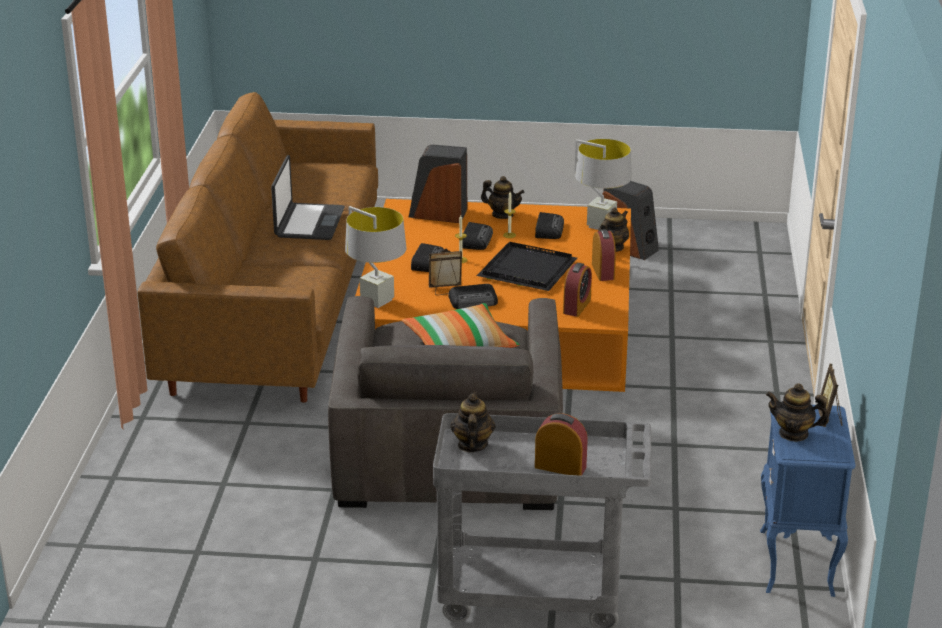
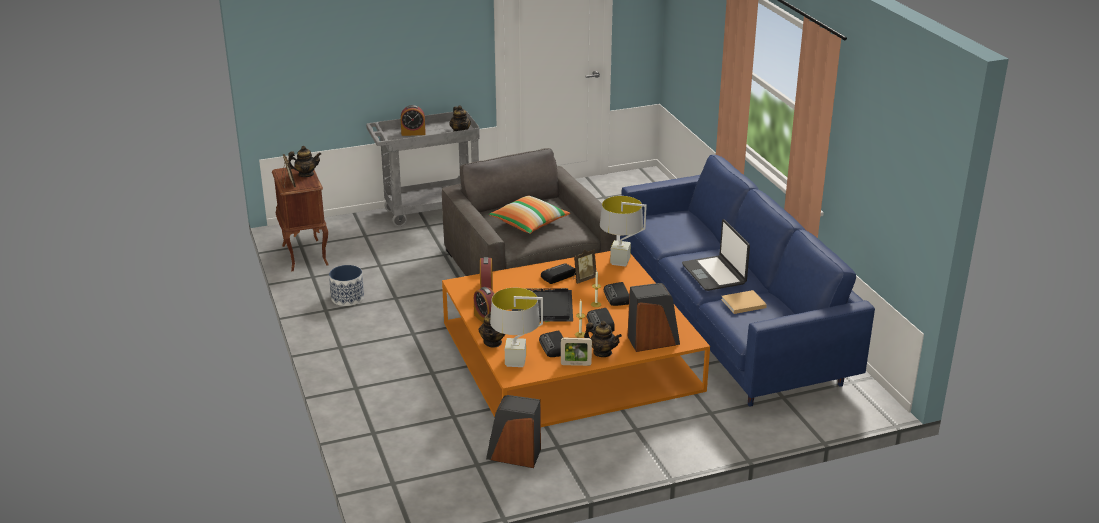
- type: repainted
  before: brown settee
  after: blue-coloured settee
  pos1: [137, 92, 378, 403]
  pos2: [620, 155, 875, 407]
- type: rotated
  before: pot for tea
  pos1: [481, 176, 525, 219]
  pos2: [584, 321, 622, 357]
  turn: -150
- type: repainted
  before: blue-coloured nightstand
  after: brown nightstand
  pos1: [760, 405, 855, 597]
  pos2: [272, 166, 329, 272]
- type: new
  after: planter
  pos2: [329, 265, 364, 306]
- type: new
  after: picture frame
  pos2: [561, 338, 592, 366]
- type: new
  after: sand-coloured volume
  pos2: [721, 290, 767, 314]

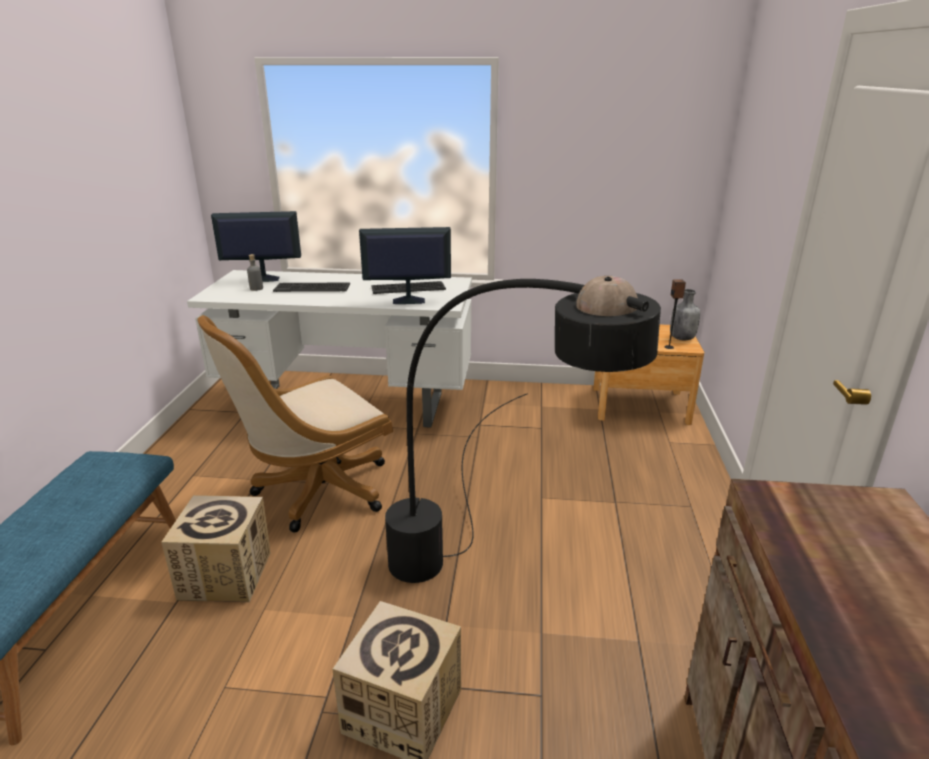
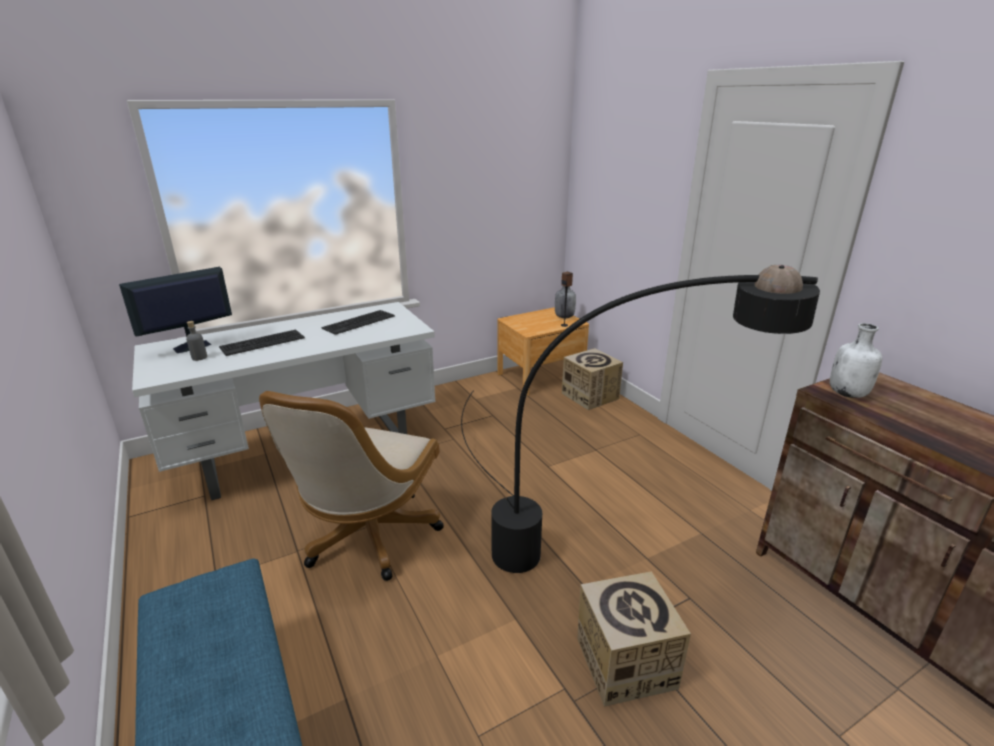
- type: shifted
  before: carton
  pos1: [161, 495, 271, 602]
  pos2: [562, 348, 623, 410]
- type: gone
  before: computer display
  pos1: [359, 227, 451, 304]
- type: new
  after: whitish bottle
  pos2: [830, 323, 882, 398]

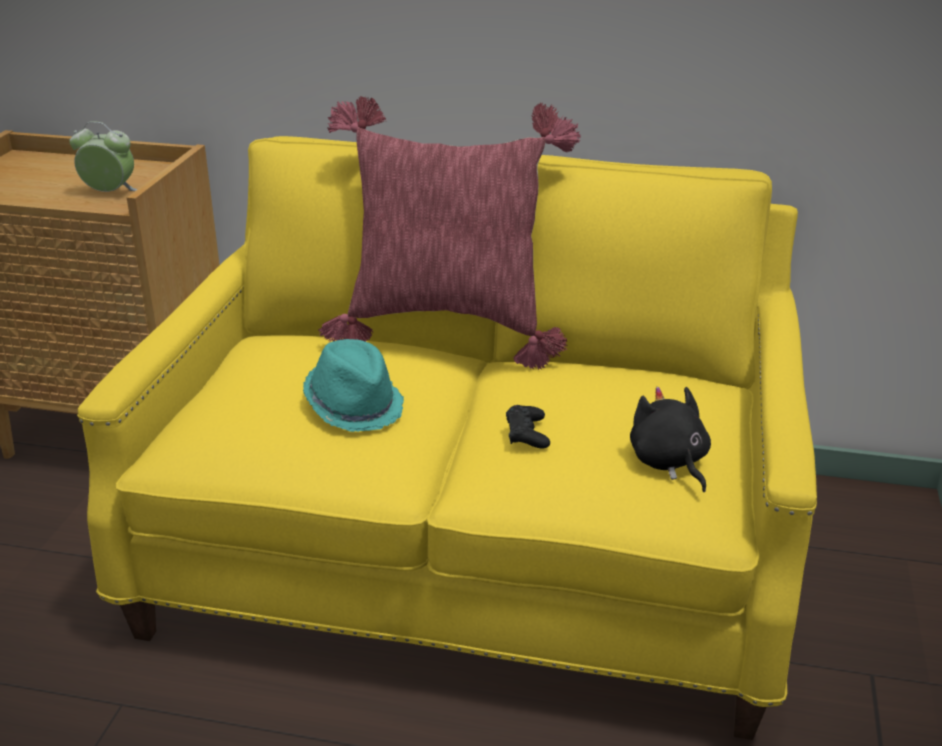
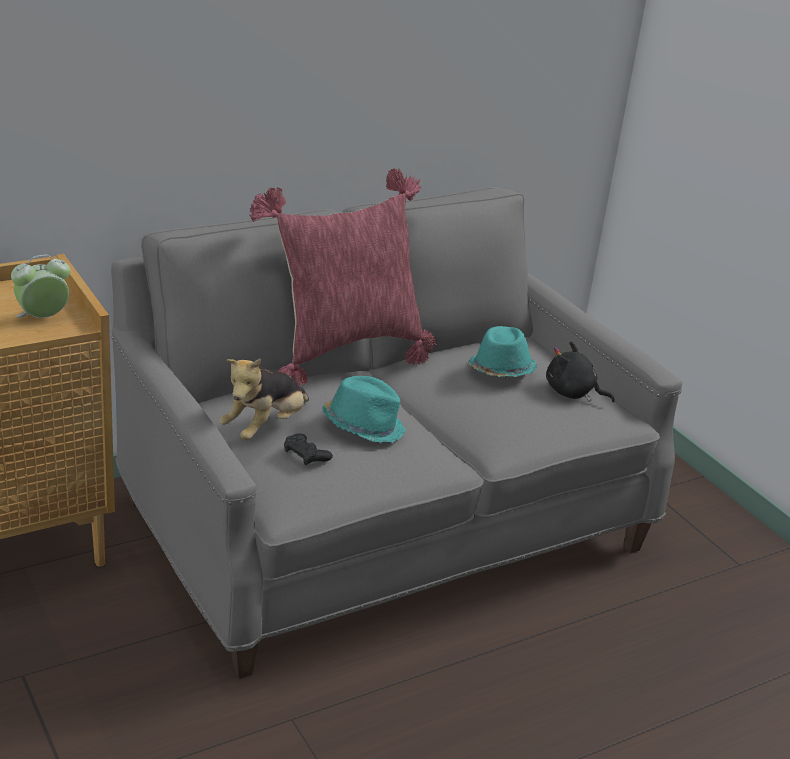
- type: repainted
  before: yellow-coloured settee
  after: grey settee
  pos1: [77, 136, 817, 740]
  pos2: [111, 187, 682, 679]
- type: shifted
  before: black joypad
  pos1: [506, 405, 550, 449]
  pos2: [284, 433, 333, 466]
- type: new
  after: cuddly toy
  pos2: [219, 359, 309, 440]
- type: new
  after: turquoise wearable hat
  pos2: [467, 326, 537, 377]

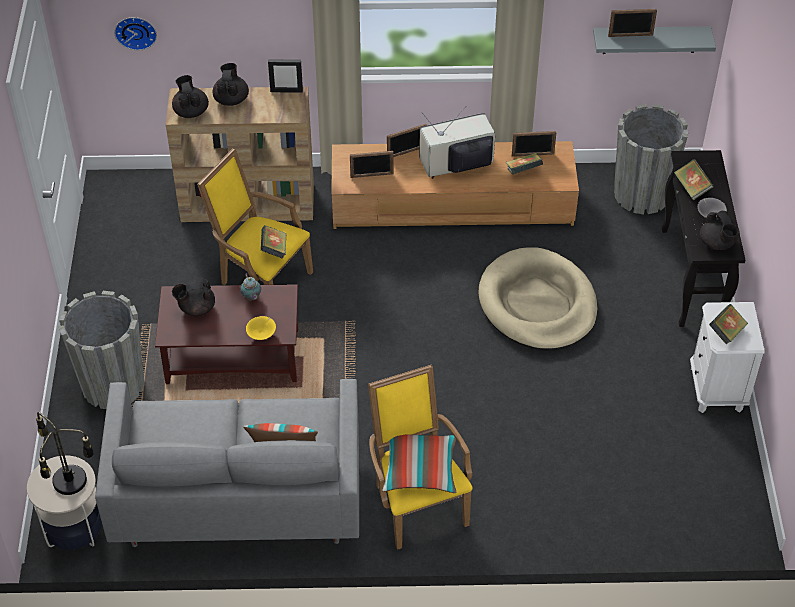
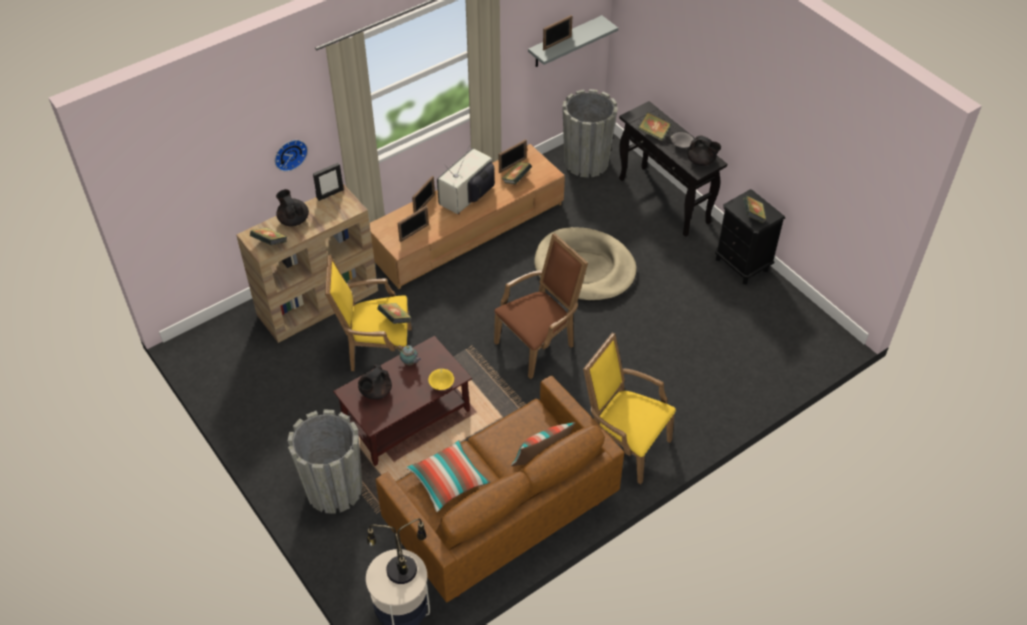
- type: repainted
  before: grey settee
  after: brown settee
  pos1: [95, 379, 359, 547]
  pos2: [376, 375, 624, 602]
- type: shifted
  before: hanging clock
  pos1: [114, 17, 157, 51]
  pos2: [275, 140, 308, 172]
- type: swapped
  before: black pot for tea
  after: volume
  pos1: [172, 75, 209, 118]
  pos2: [250, 227, 287, 245]
- type: shifted
  before: cushion
  pos1: [382, 434, 456, 493]
  pos2: [406, 440, 491, 512]
- type: repainted
  before: whitish nightstand
  after: black nightstand
  pos1: [690, 302, 764, 413]
  pos2: [715, 189, 785, 285]
- type: new
  after: brown lounge chair
  pos2: [494, 233, 588, 379]

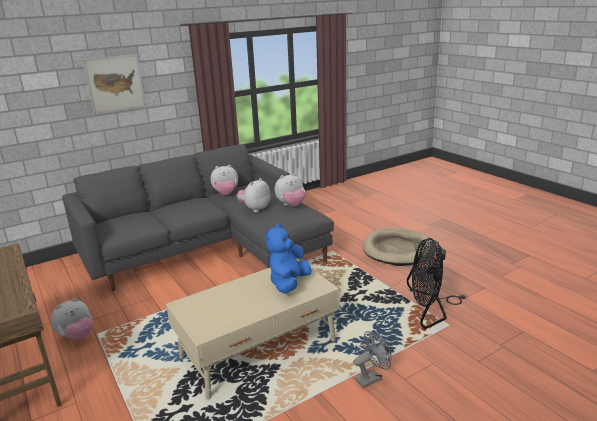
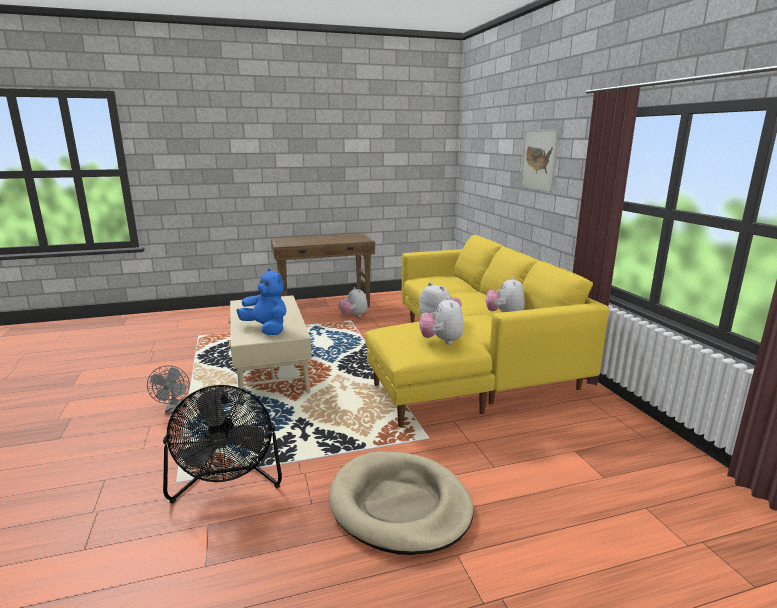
- type: repainted
  before: grey settee
  after: yellow-coloured settee
  pos1: [62, 144, 334, 291]
  pos2: [365, 235, 609, 427]
- type: rotated
  before: black cooling fan
  pos1: [407, 238, 467, 330]
  pos2: [163, 385, 282, 503]
  turn: 150

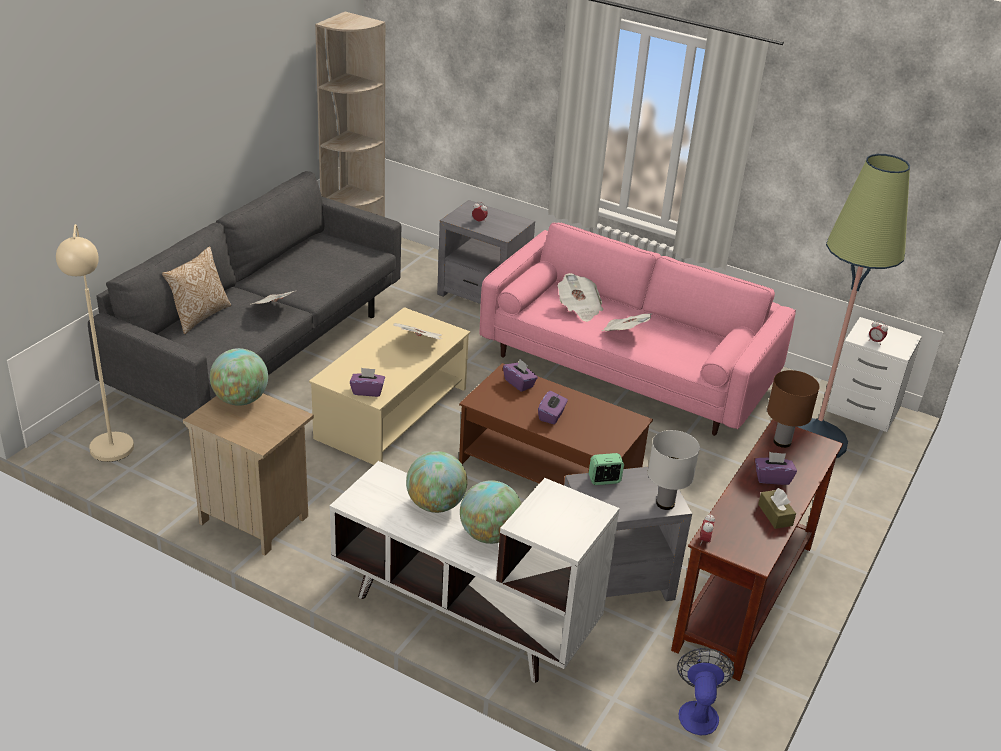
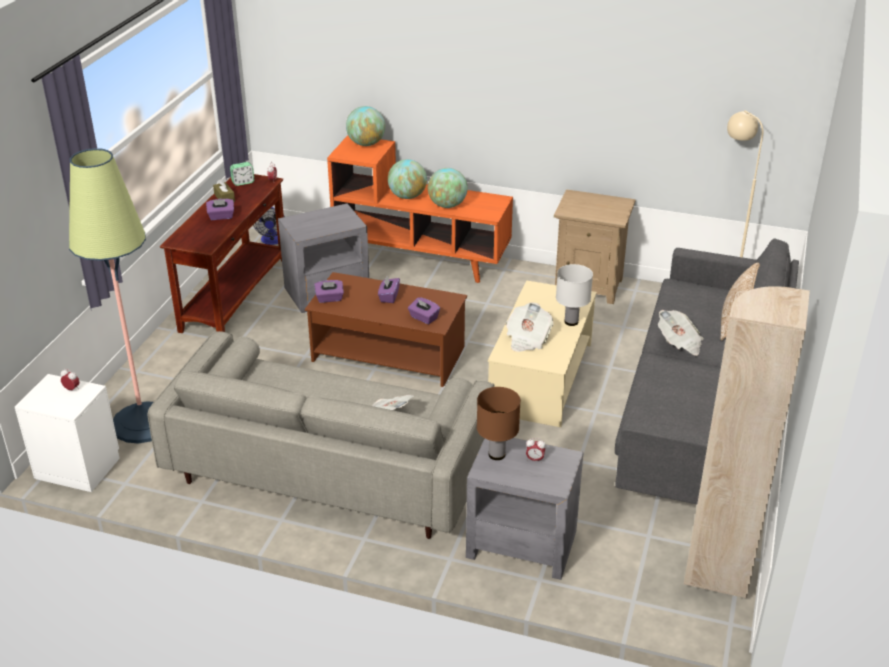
- type: shifted
  before: desk globe
  pos1: [210, 348, 268, 406]
  pos2: [346, 106, 385, 146]
- type: repainted
  before: whitish media console
  after: orange-coloured media console
  pos1: [330, 461, 619, 683]
  pos2: [327, 135, 513, 283]
- type: shifted
  before: purplish tissue holder
  pos1: [350, 368, 385, 397]
  pos2: [314, 280, 344, 303]
- type: repainted
  before: pink settee
  after: grey settee
  pos1: [480, 223, 796, 436]
  pos2: [148, 331, 495, 539]
- type: shifted
  before: table clock
  pos1: [589, 453, 624, 485]
  pos2: [230, 162, 254, 186]
- type: gone
  before: daily paper
  pos1: [601, 313, 652, 331]
- type: shifted
  before: whitish table lamp
  pos1: [648, 430, 700, 510]
  pos2: [556, 264, 593, 326]
- type: shifted
  before: brown table lamp
  pos1: [767, 370, 820, 448]
  pos2: [477, 387, 521, 460]

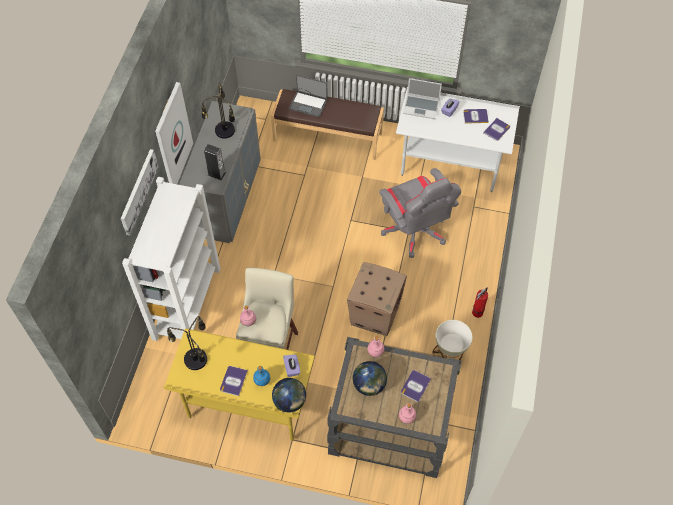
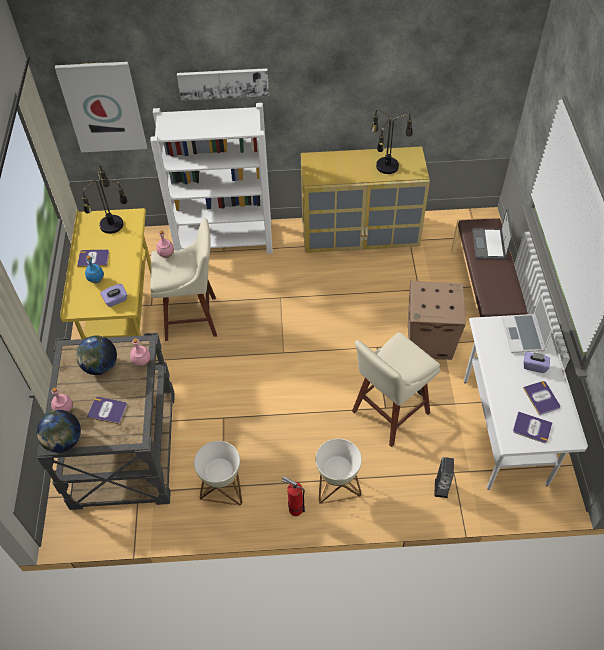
- type: shifted
  before: picture
  pos1: [155, 82, 193, 184]
  pos2: [55, 62, 147, 152]
- type: repainted
  before: grey storage cabinet
  after: yellow-coloured storage cabinet
  pos1: [179, 101, 261, 243]
  pos2: [301, 146, 430, 253]
- type: shifted
  before: speaker
  pos1: [204, 144, 226, 180]
  pos2: [434, 457, 454, 498]
- type: shifted
  before: desk globe
  pos1: [272, 378, 306, 412]
  pos2: [37, 410, 81, 453]
- type: shifted
  before: carton
  pos1: [347, 262, 407, 336]
  pos2: [408, 281, 466, 360]
- type: swapped
  before: grey office chair
  after: sand-coloured sitting stool
  pos1: [379, 168, 461, 258]
  pos2: [352, 332, 440, 447]
- type: new
  after: planter
  pos2: [315, 438, 362, 504]

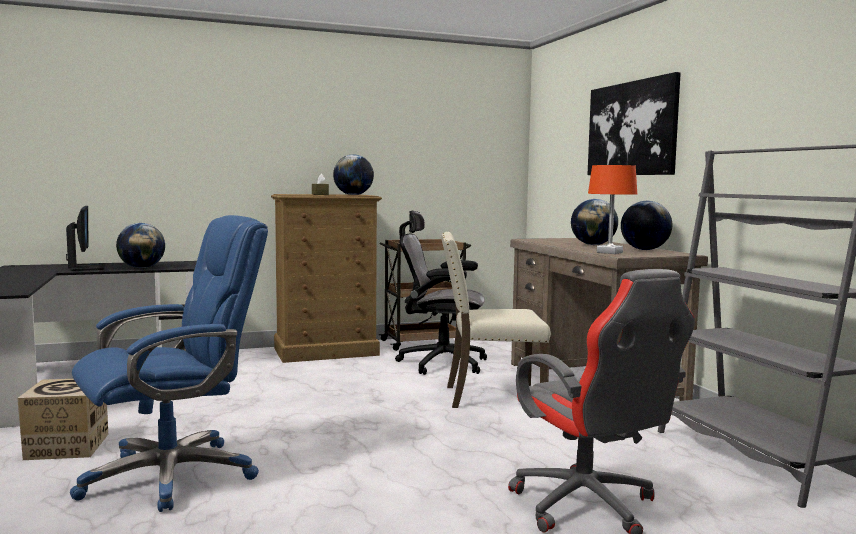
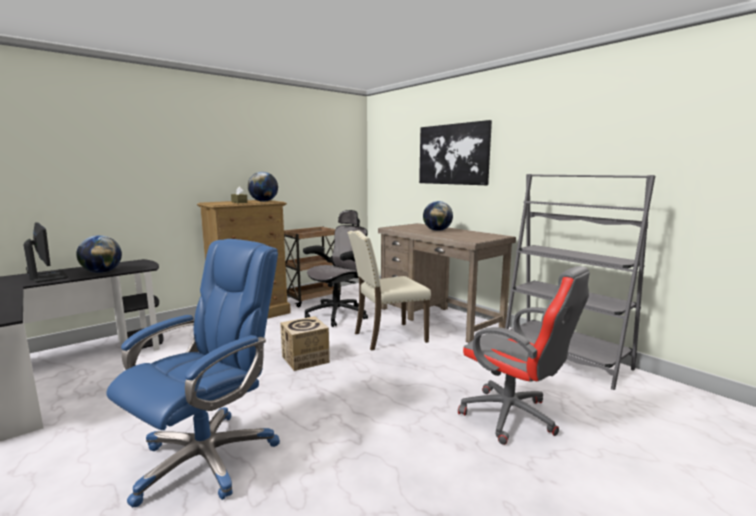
- type: shifted
  before: carton
  pos1: [17, 379, 108, 460]
  pos2: [280, 316, 330, 371]
- type: rotated
  before: office chair
  pos1: [395, 211, 487, 375]
  pos2: [303, 210, 368, 327]
  turn: 135
- type: gone
  before: orange-coloured table lamp
  pos1: [588, 165, 637, 254]
- type: gone
  before: desk globe
  pos1: [621, 201, 672, 250]

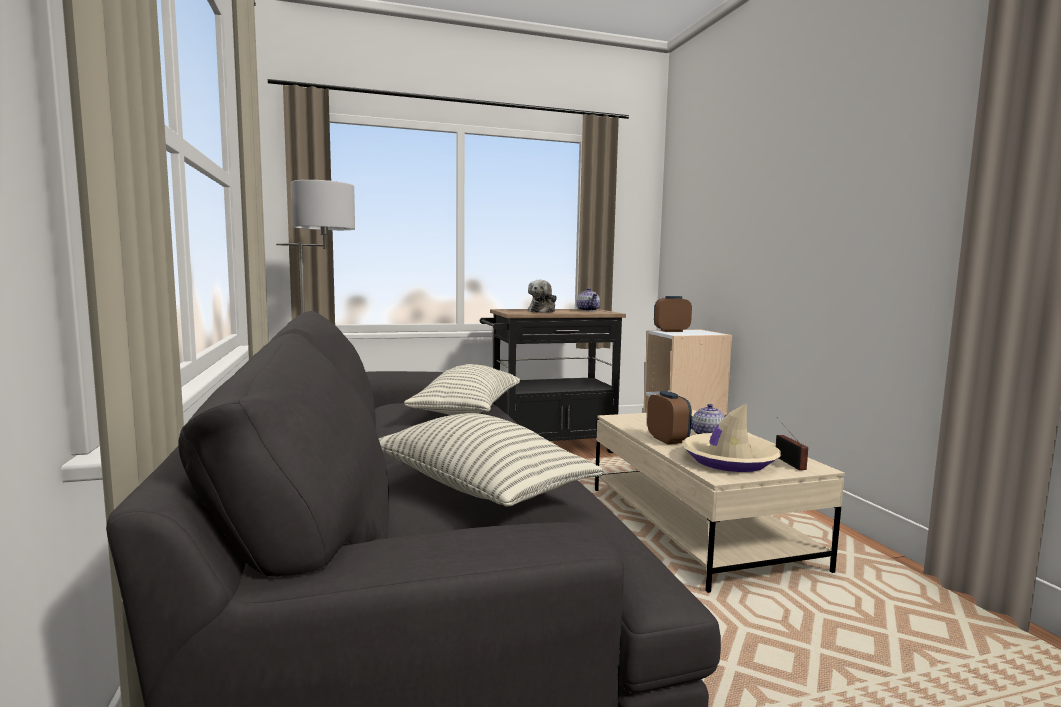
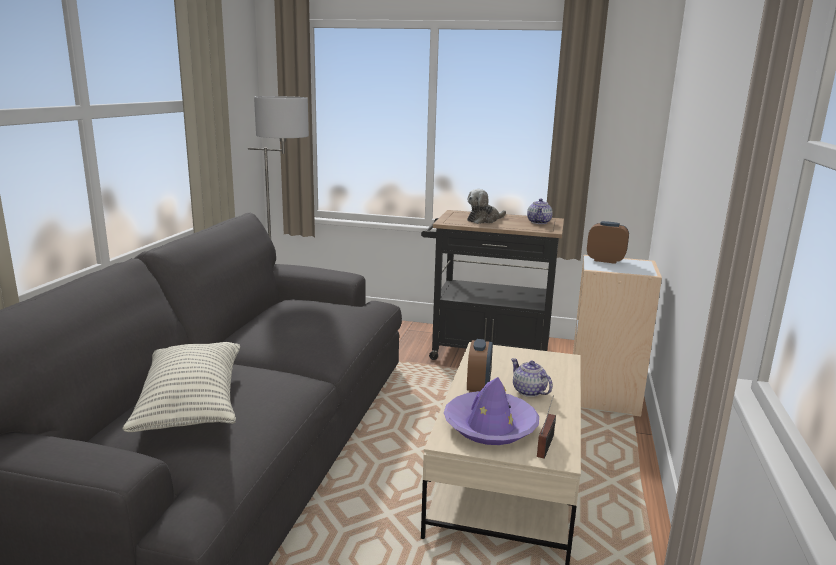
- type: gone
  before: cushion
  pos1: [404, 364, 520, 415]
- type: repainted
  before: sand-coloured wearable hat
  after: purplish wearable hat
  pos1: [682, 403, 781, 472]
  pos2: [444, 377, 539, 445]

